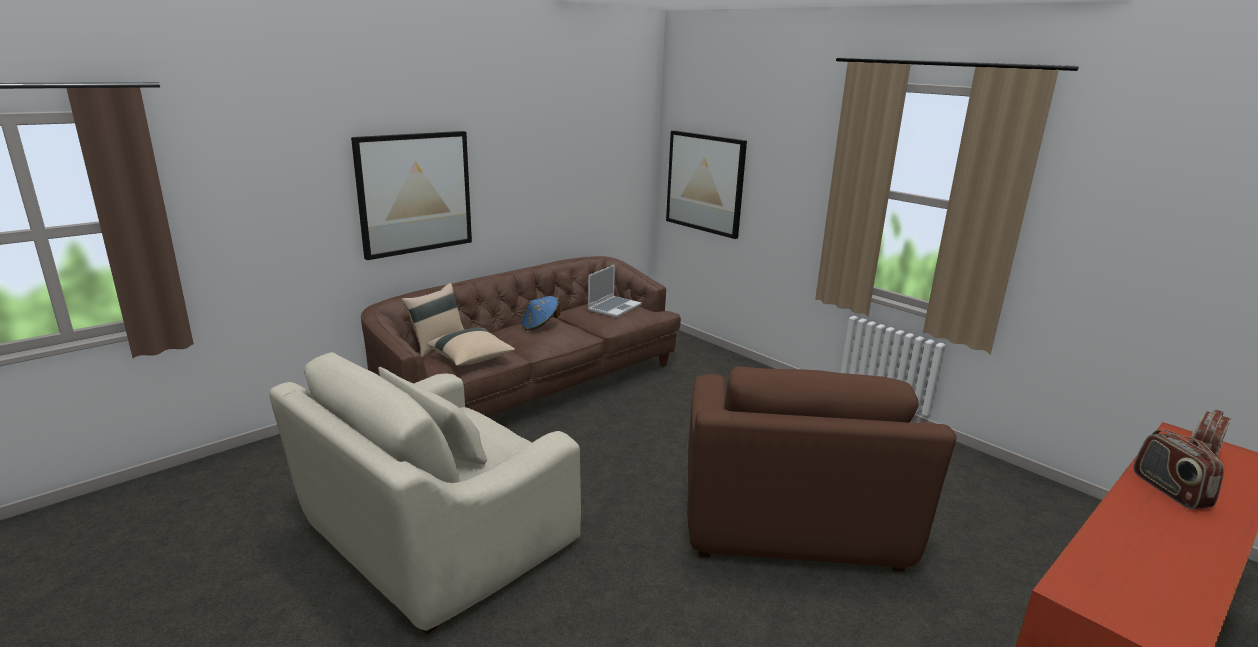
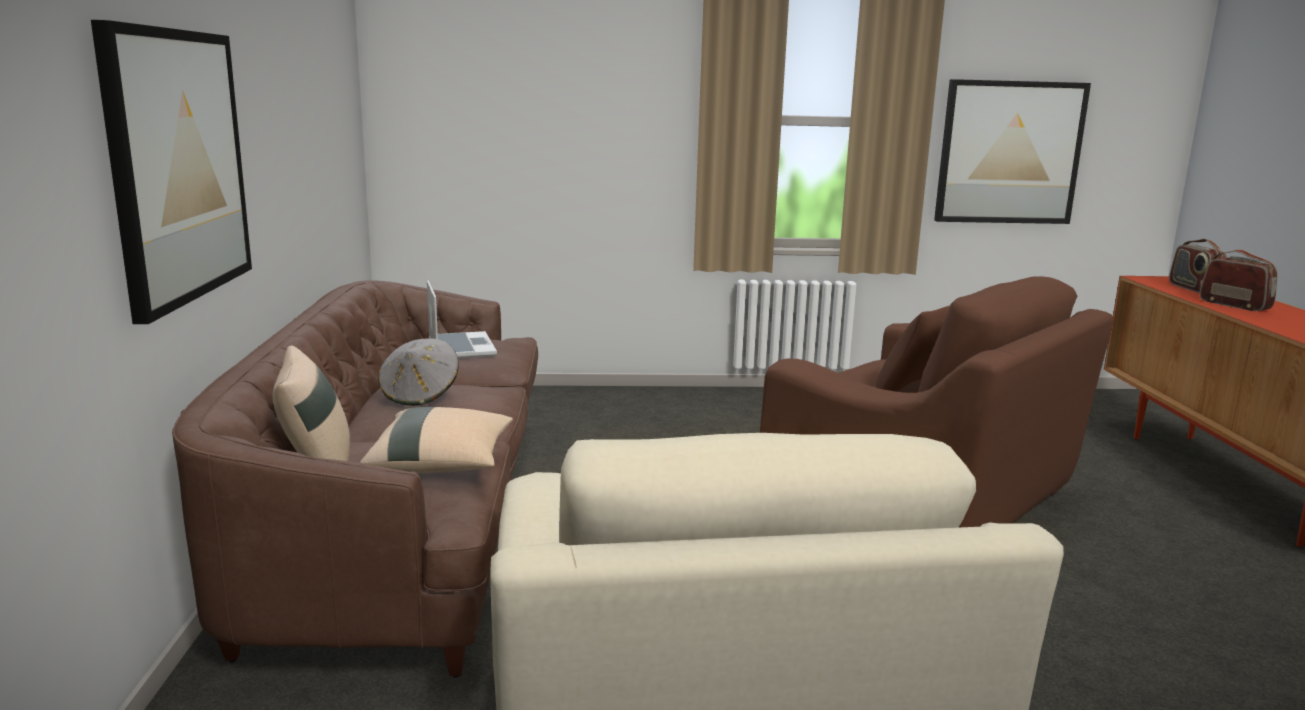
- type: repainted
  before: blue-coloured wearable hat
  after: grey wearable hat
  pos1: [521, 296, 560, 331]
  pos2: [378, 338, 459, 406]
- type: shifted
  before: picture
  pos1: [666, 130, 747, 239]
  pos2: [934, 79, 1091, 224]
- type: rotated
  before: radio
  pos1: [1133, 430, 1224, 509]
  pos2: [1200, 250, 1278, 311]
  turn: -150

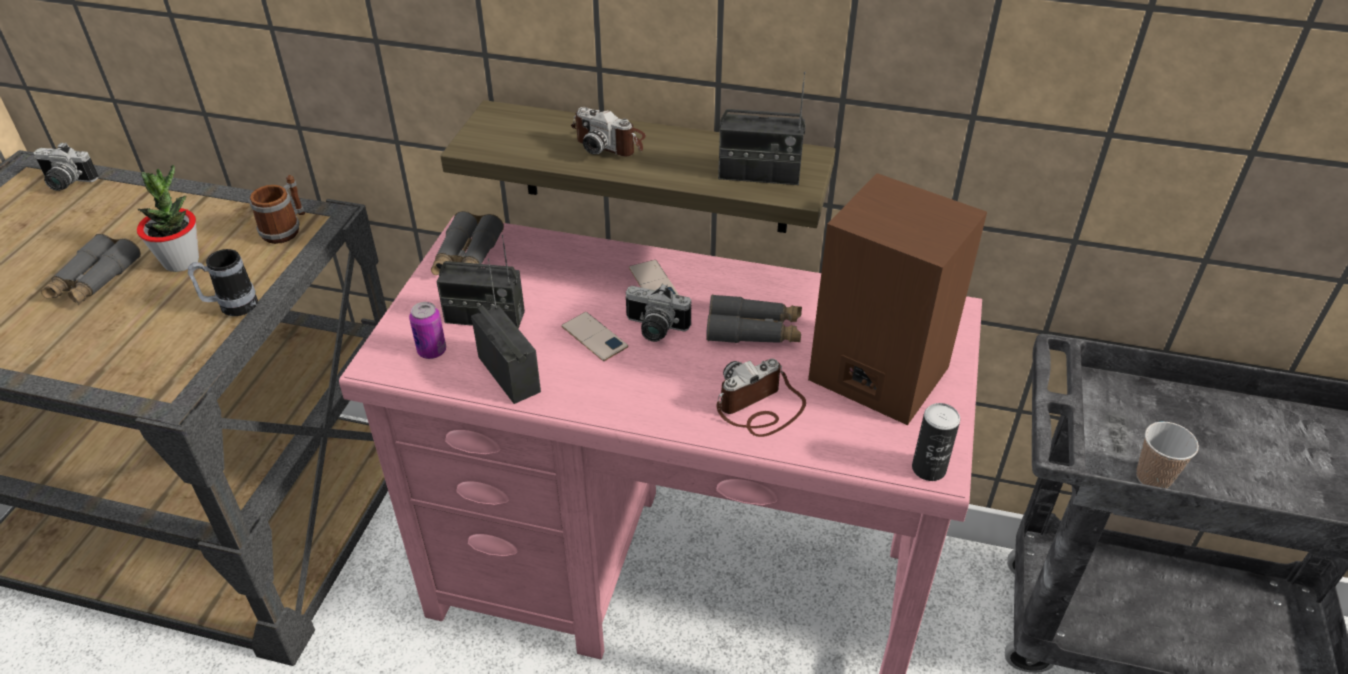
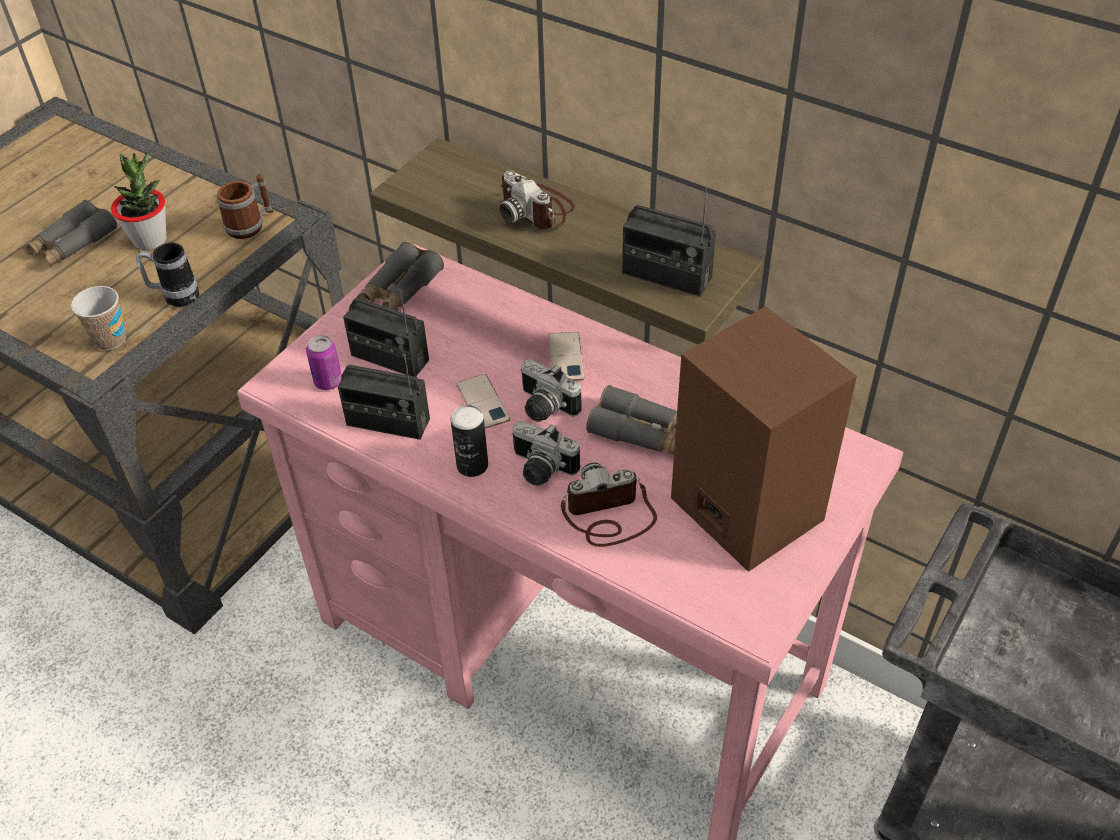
- type: shifted
  before: photo camera
  pos1: [33, 142, 98, 191]
  pos2: [512, 421, 580, 486]
- type: rotated
  before: radio
  pos1: [471, 258, 541, 404]
  pos2: [338, 349, 430, 440]
  turn: 120
- type: shifted
  before: can
  pos1: [912, 403, 960, 481]
  pos2: [450, 405, 488, 477]
- type: shifted
  before: small cup
  pos1: [1136, 421, 1199, 488]
  pos2: [71, 286, 126, 350]

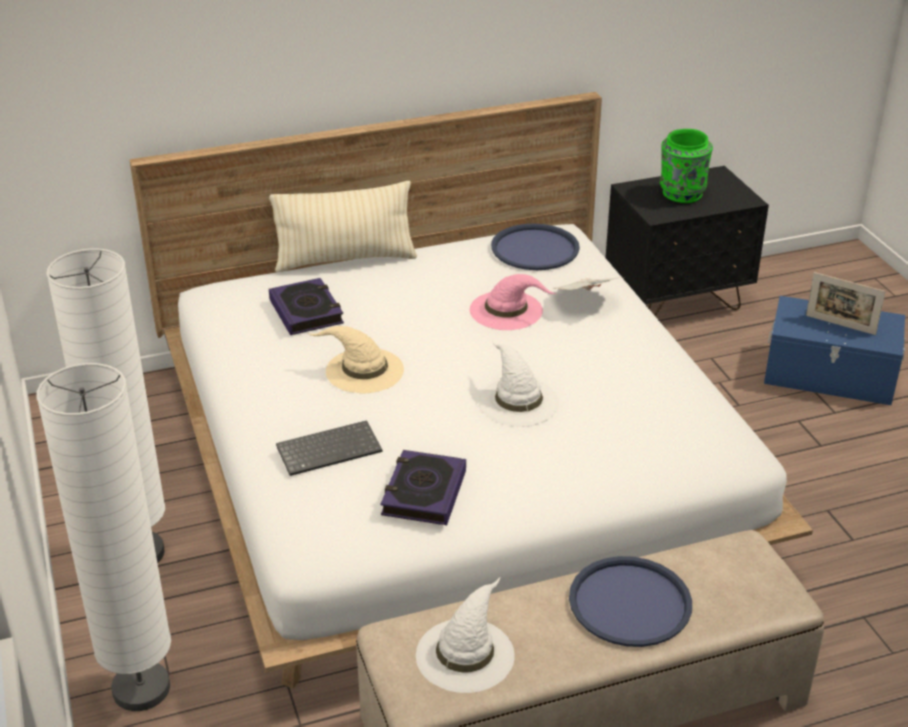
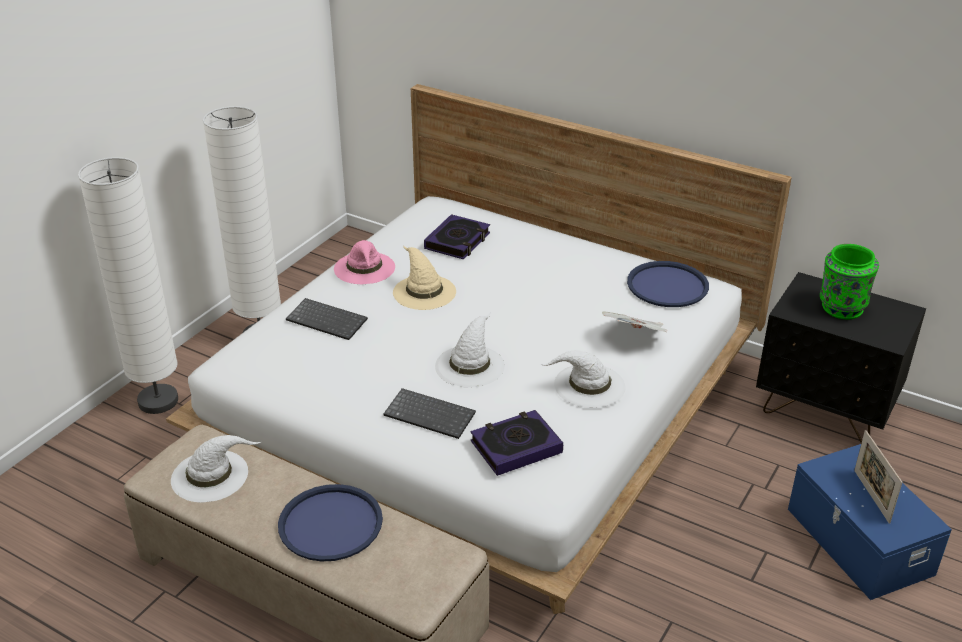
- type: gone
  before: sand-coloured cushion
  pos1: [269, 181, 417, 272]
- type: shifted
  before: volume
  pos1: [381, 450, 466, 525]
  pos2: [470, 410, 563, 476]
- type: shifted
  before: pink wearable hat
  pos1: [470, 274, 557, 330]
  pos2: [334, 240, 395, 284]
- type: new
  after: PC keyboard
  pos2: [383, 388, 476, 439]
- type: new
  after: whitish wearable hat
  pos2: [540, 350, 626, 408]

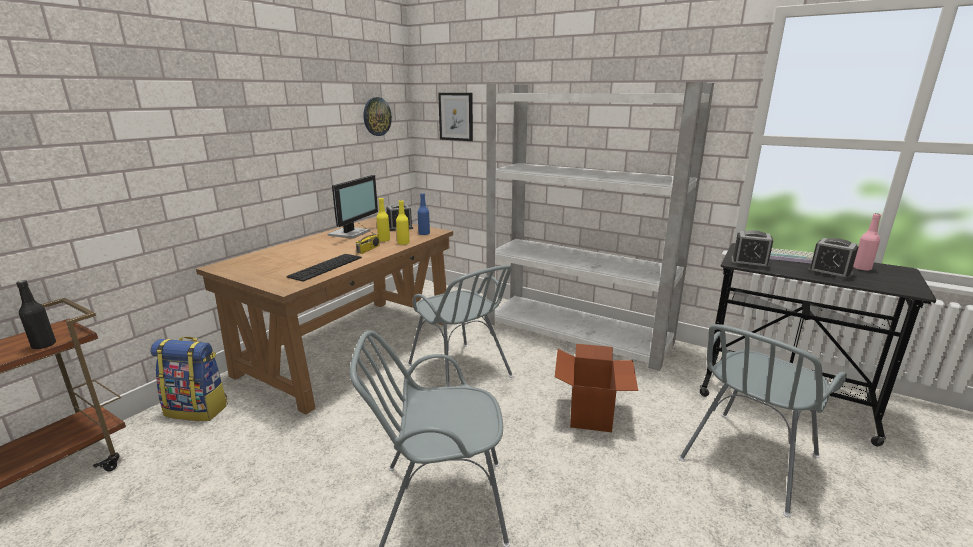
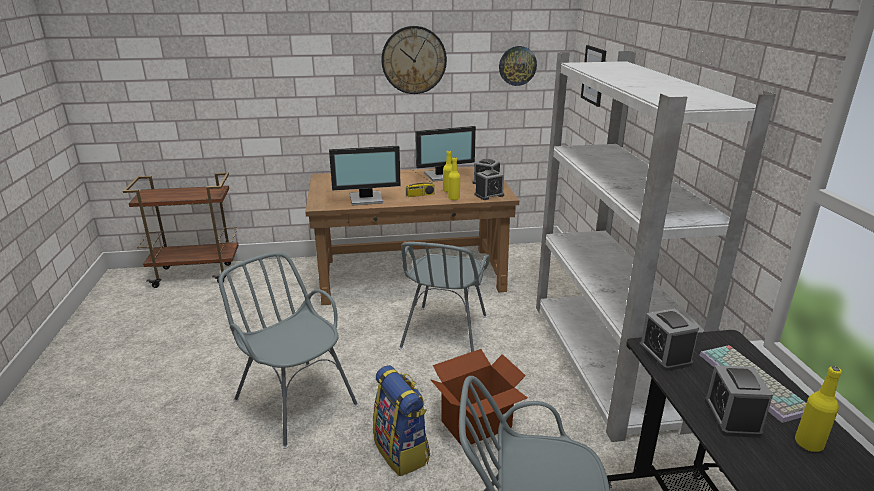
- type: gone
  before: black bottle
  pos1: [16, 280, 56, 349]
- type: shifted
  before: rucksack
  pos1: [150, 337, 228, 421]
  pos2: [373, 365, 430, 476]
- type: swapped
  before: PC keyboard
  after: computer display
  pos1: [286, 254, 362, 282]
  pos2: [329, 146, 401, 206]
- type: swapped
  before: blue-coloured bottle
  after: table clock
  pos1: [418, 193, 430, 235]
  pos2: [475, 170, 504, 200]
- type: repainted
  before: pink bottle
  after: yellow-coloured bottle
  pos1: [853, 213, 881, 271]
  pos2: [795, 366, 842, 452]
- type: new
  after: hanging clock
  pos2: [381, 26, 447, 94]

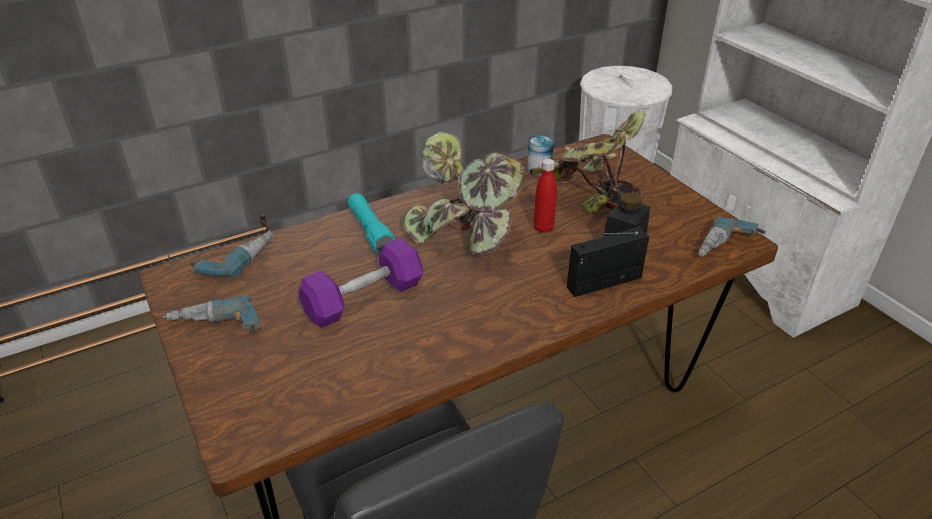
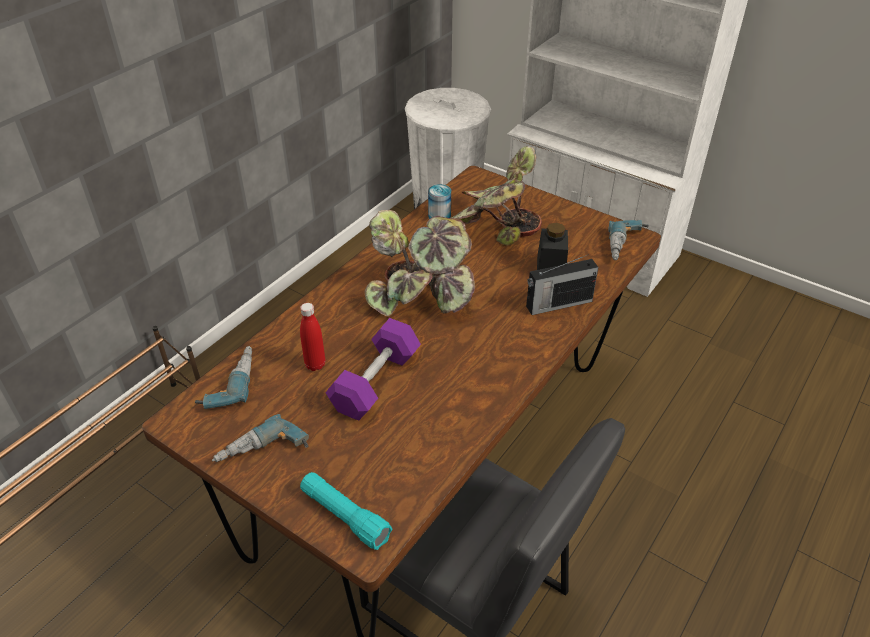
- type: shifted
  before: turquoise flashlight
  pos1: [348, 193, 395, 253]
  pos2: [300, 472, 392, 550]
- type: shifted
  before: red bottle
  pos1: [534, 159, 557, 233]
  pos2: [300, 303, 325, 371]
- type: rotated
  before: radio
  pos1: [567, 227, 649, 297]
  pos2: [526, 254, 598, 315]
  turn: -150

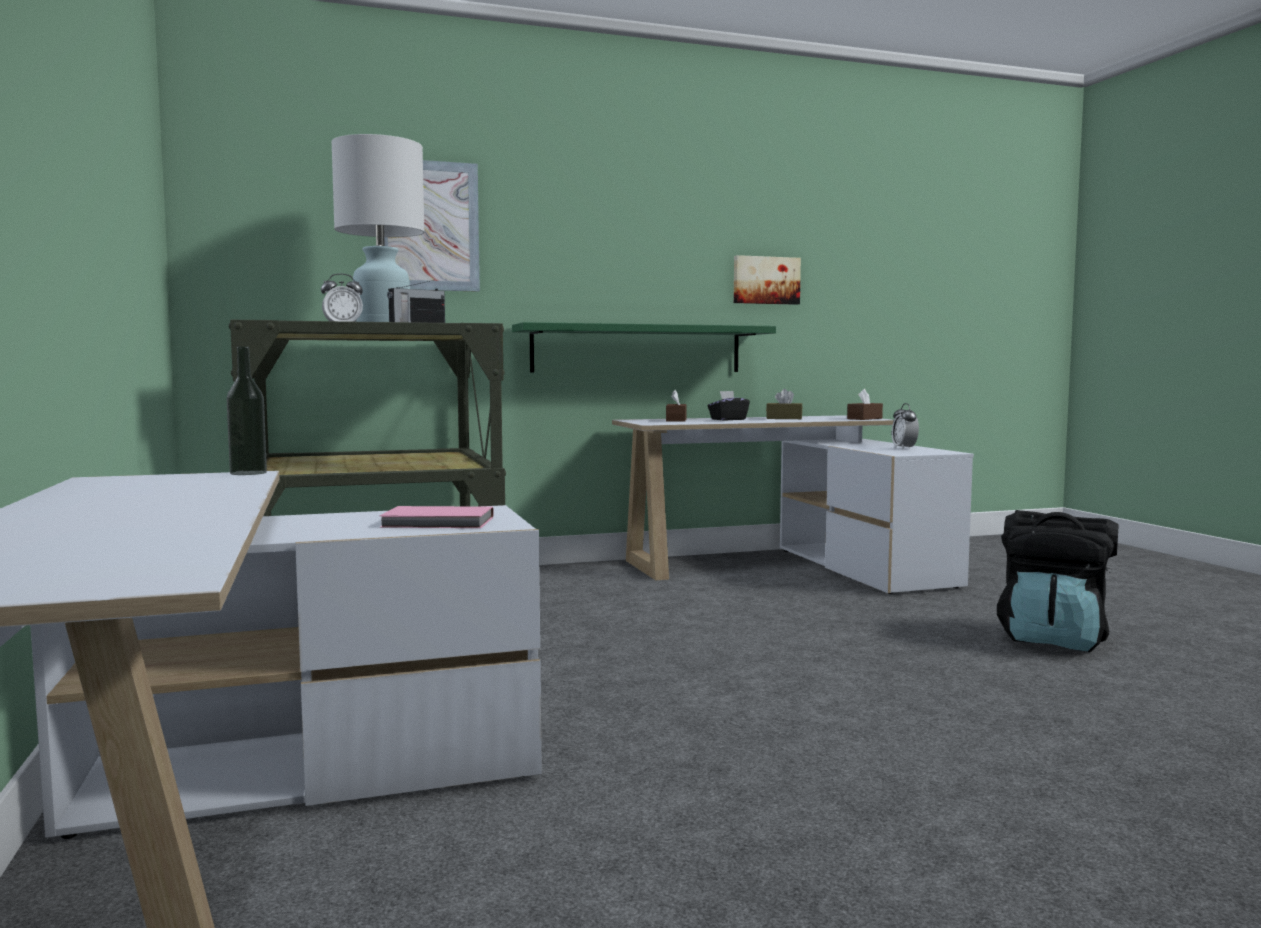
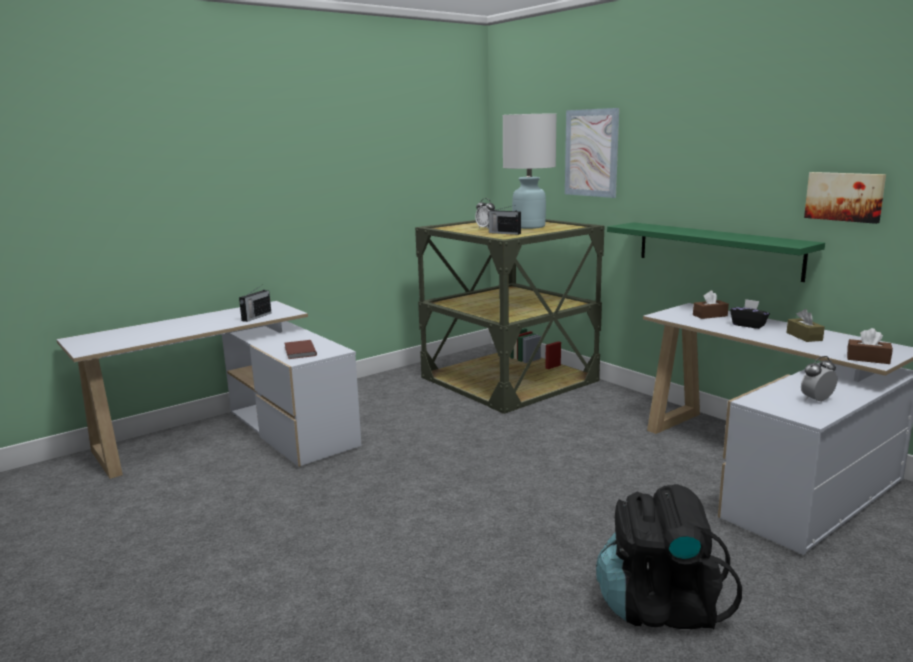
- type: gone
  before: bottle
  pos1: [227, 347, 267, 475]
- type: repainted
  before: pink volume
  after: brown volume
  pos1: [380, 506, 494, 528]
  pos2: [284, 340, 317, 359]
- type: new
  after: radio
  pos2: [239, 285, 271, 322]

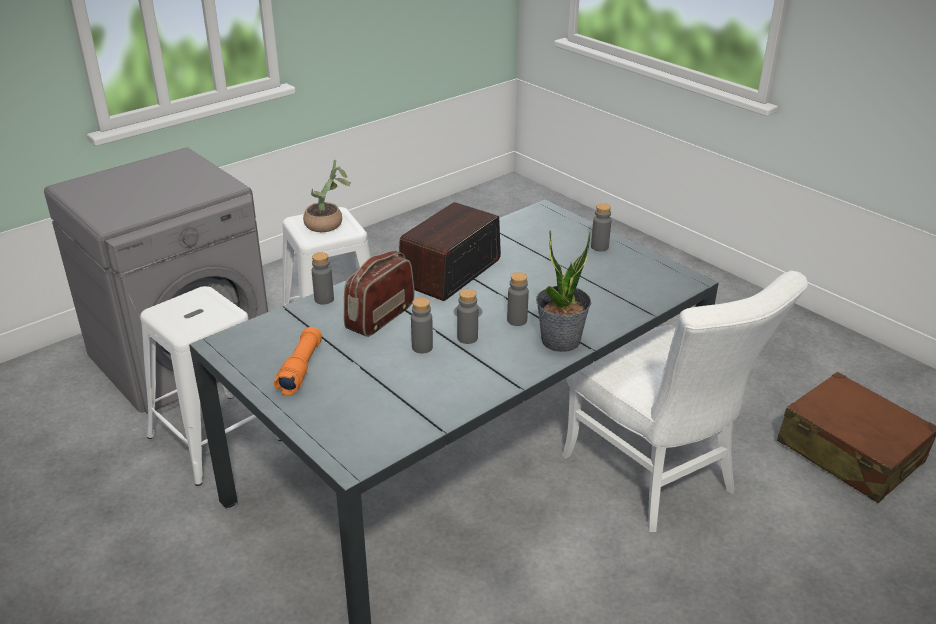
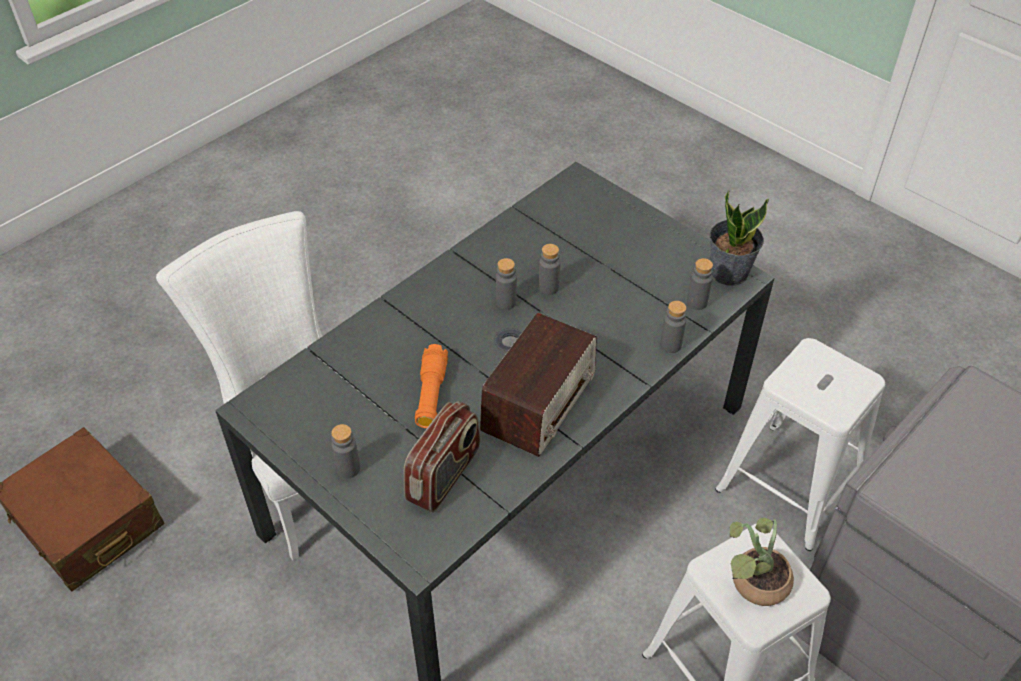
- type: shifted
  before: orange-coloured flashlight
  pos1: [274, 327, 322, 396]
  pos2: [415, 344, 448, 428]
- type: shifted
  before: radio
  pos1: [344, 250, 415, 337]
  pos2: [404, 401, 481, 513]
- type: shifted
  before: grey bottle
  pos1: [507, 272, 529, 326]
  pos2: [687, 258, 713, 310]
- type: shifted
  before: potted plant
  pos1: [536, 230, 591, 352]
  pos2: [709, 190, 769, 286]

